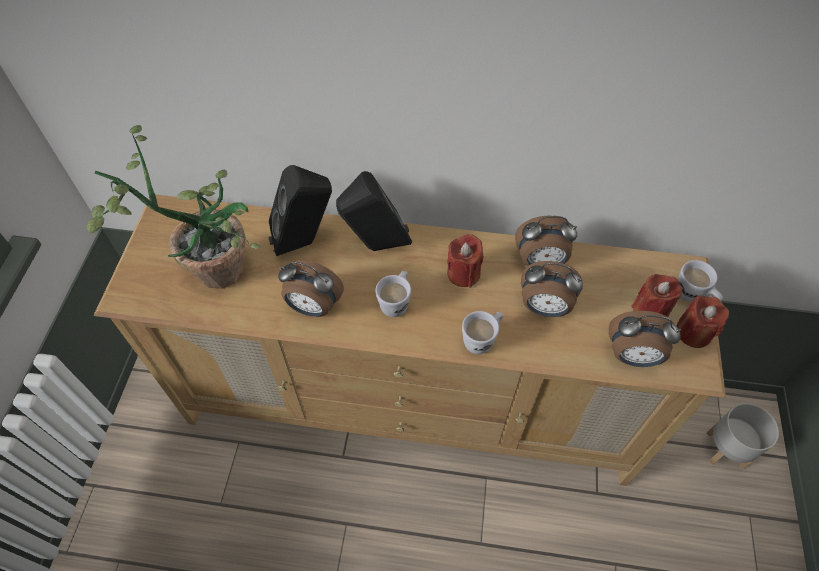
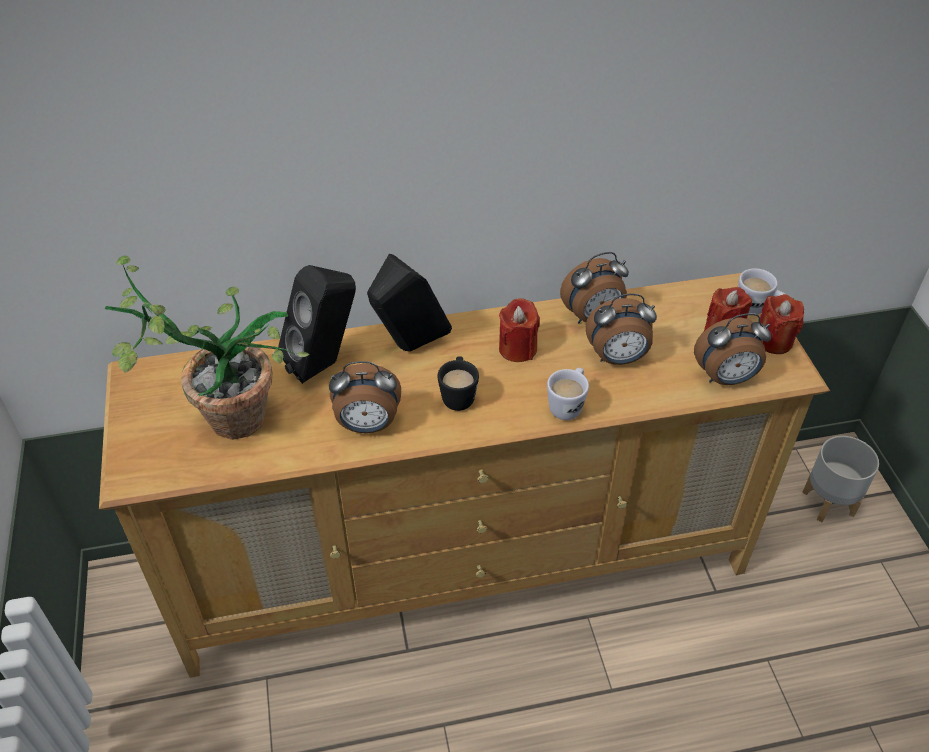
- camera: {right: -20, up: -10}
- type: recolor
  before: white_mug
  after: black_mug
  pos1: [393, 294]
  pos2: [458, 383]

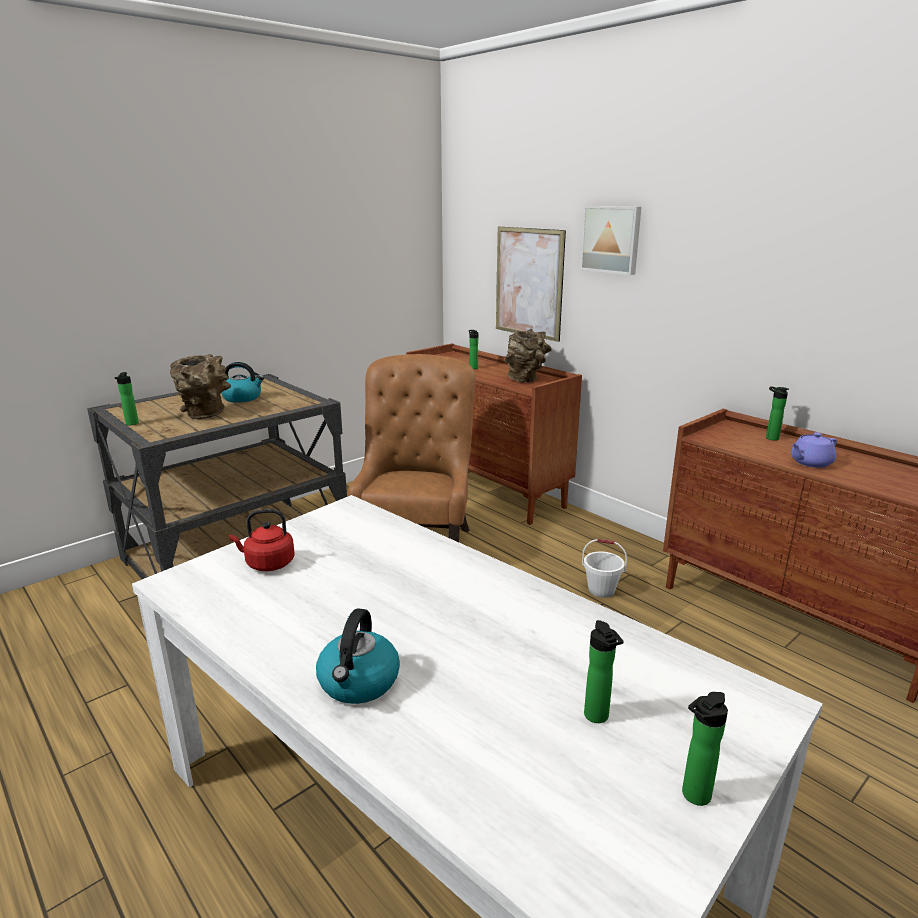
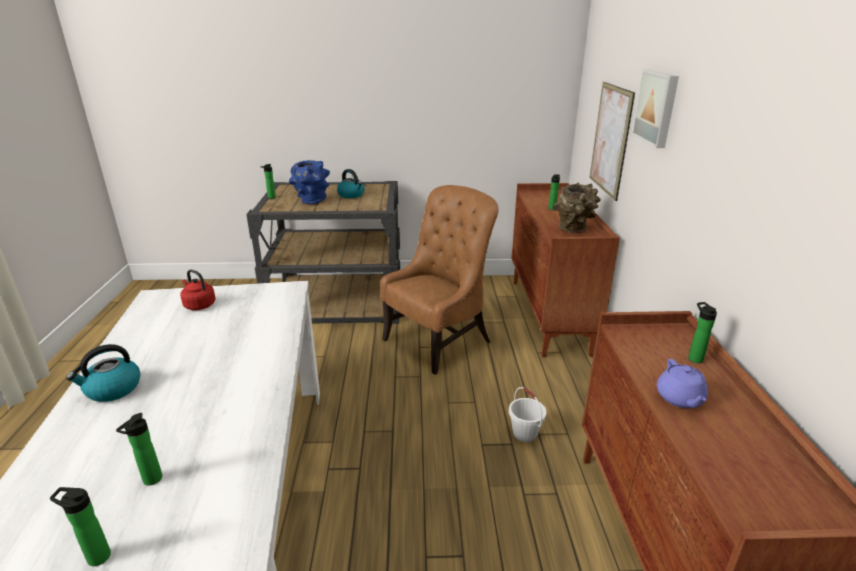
- camera: {right: 40, up: 5}
- type: recolor
  before: brown_vase
  after: blue_vase
  pos1: [200, 386]
  pos2: [309, 182]
- type: rotate
  before: purple_teapot
  pos1: [814, 450]
  pos2: [682, 383]
  turn: -105

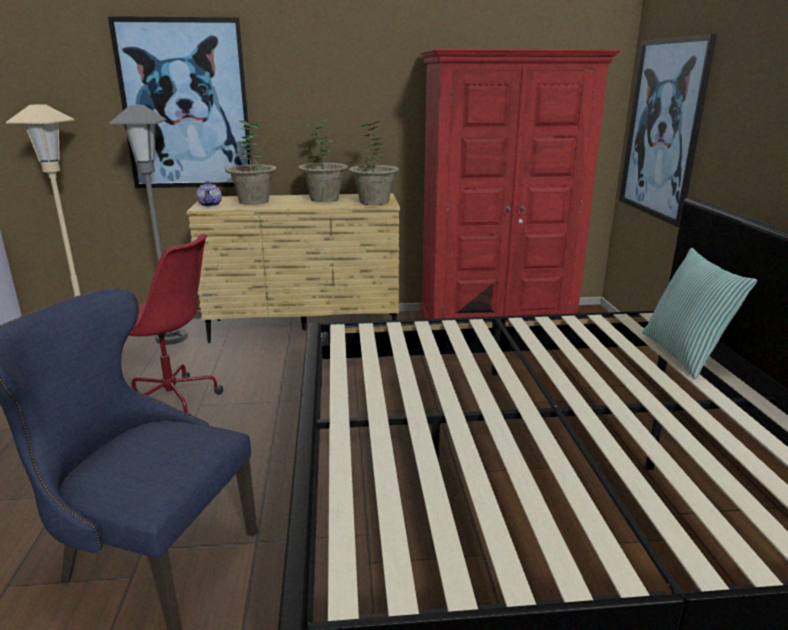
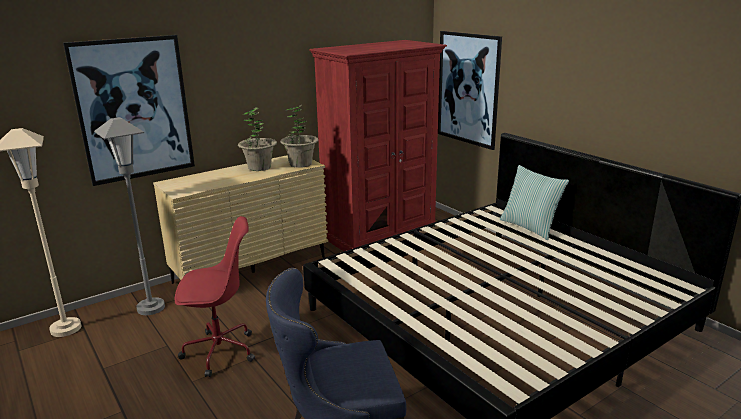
- camera: {right: -30, up: 0}
- type: delete
  before: teapot
  pos1: [209, 194]
- type: delete
  before: potted_plant
  pos1: [251, 163]

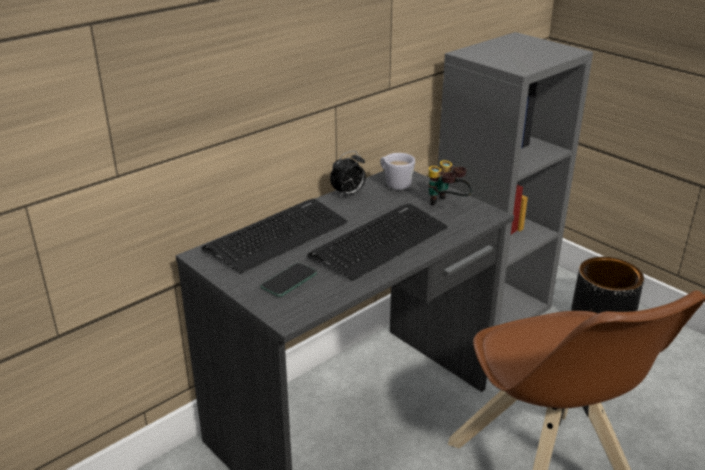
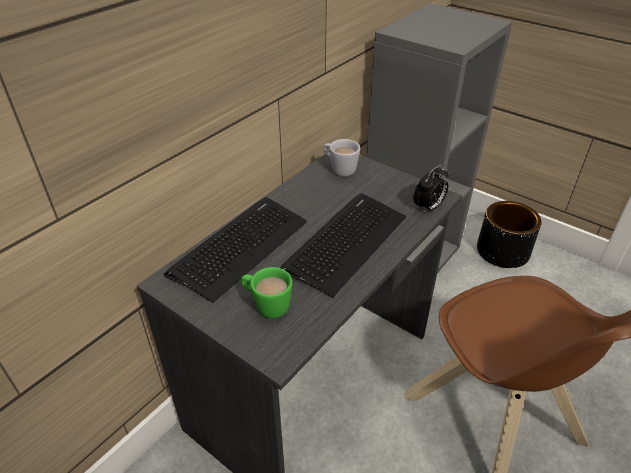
- camera: {right: -10, up: 10}
- type: delete
  before: binoculars
  pos1: [450, 182]
- type: move
  before: alarm_clock
  pos1: [348, 174]
  pos2: [431, 189]
- type: replace
  before: phone
  after: green_mug
  pos1: [289, 280]
  pos2: [267, 292]

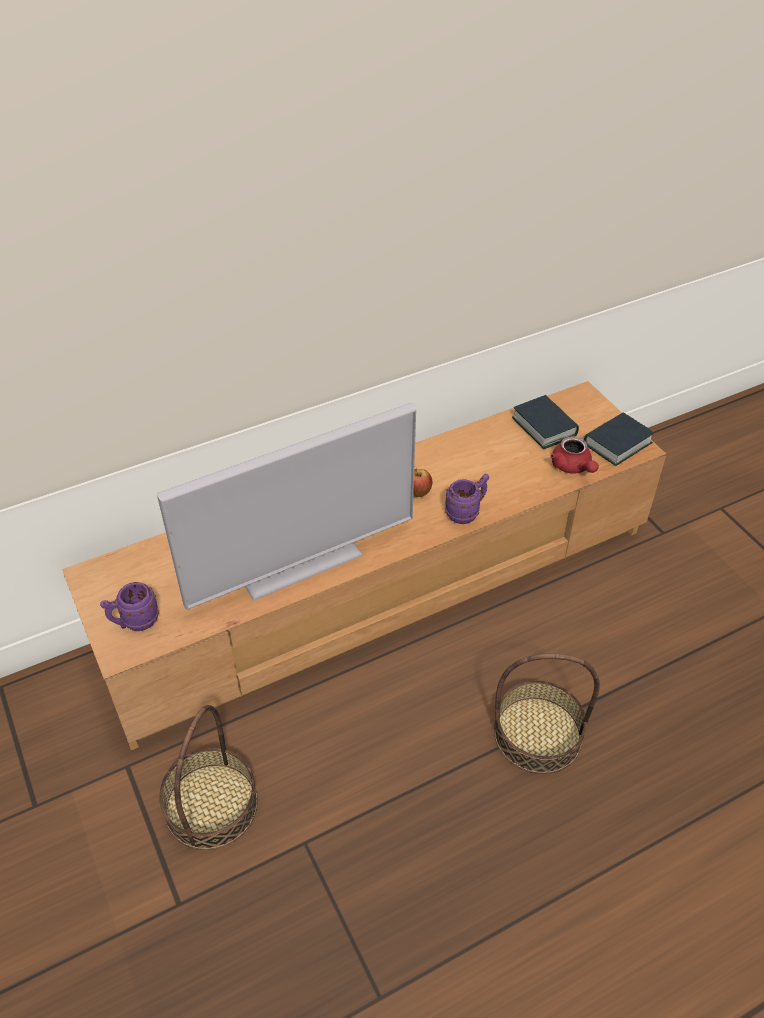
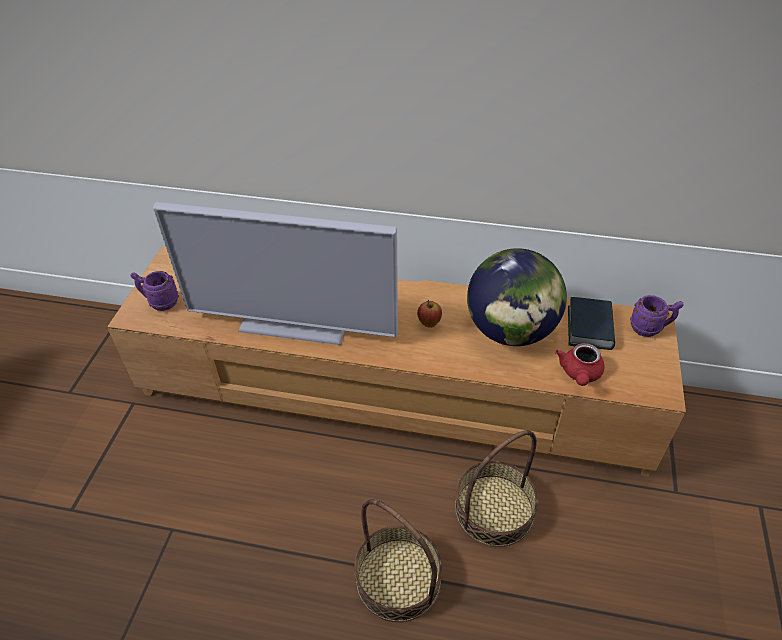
- camera: {right: 40, up: 0}
- type: delete
  before: book
  pos1: [619, 439]
- type: insert
  after: globe
  pos2: [517, 297]
- type: move
  before: basket
  pos1: [208, 777]
  pos2: [496, 488]
- type: move
  before: purple_mug
  pos1: [467, 499]
  pos2: [657, 316]

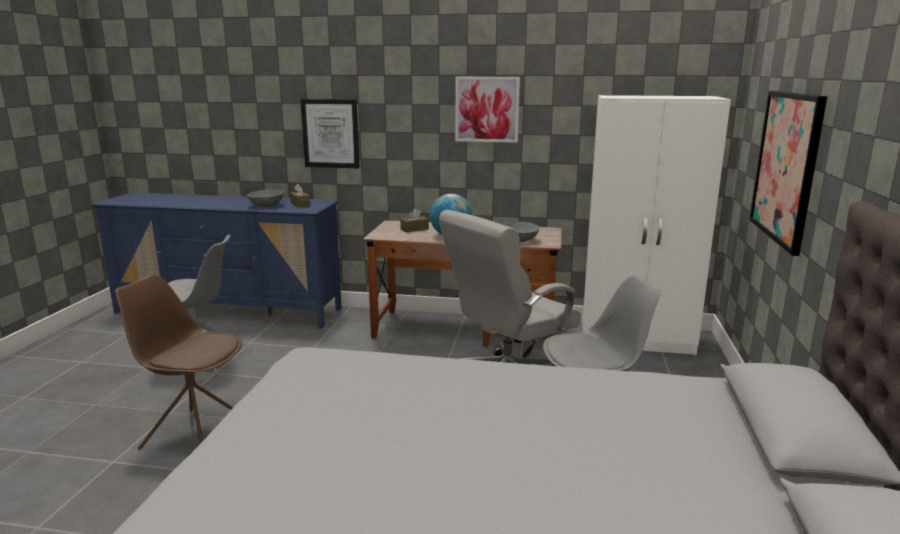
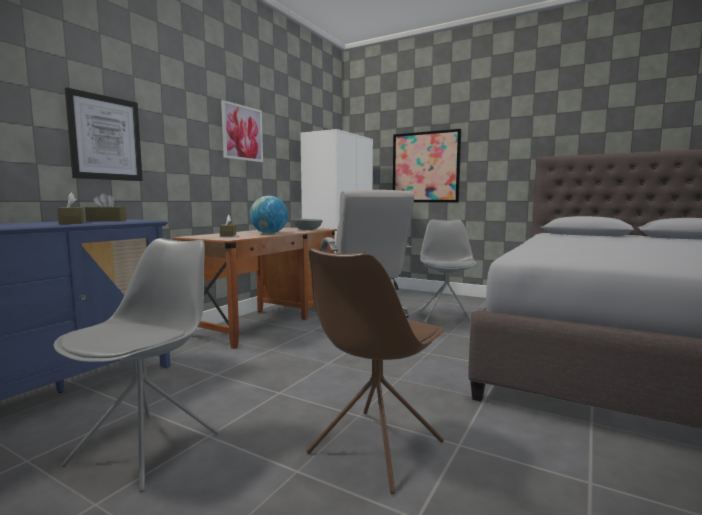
- camera: {right: -70, up: -10}
- type: replace
  before: grey_bowl
  after: brown_tissue_box
  pos1: [265, 198]
  pos2: [70, 208]

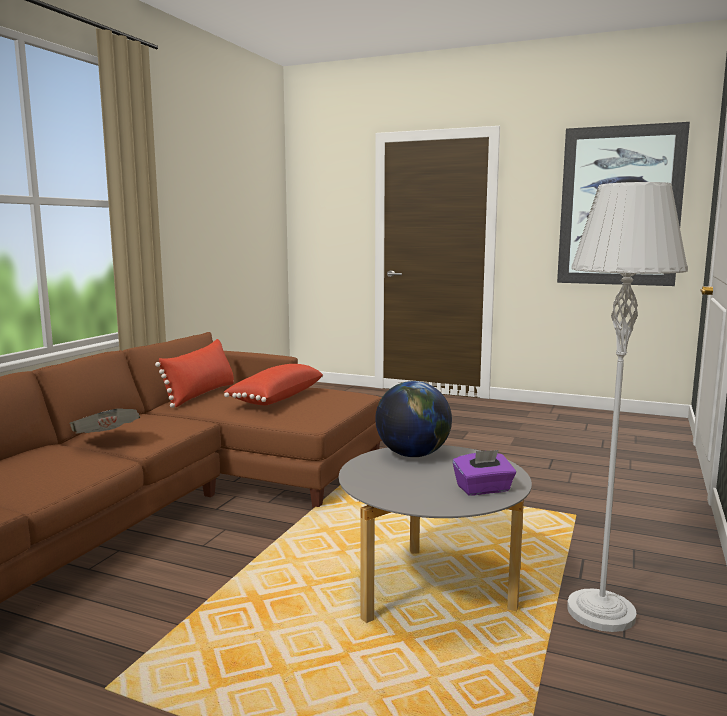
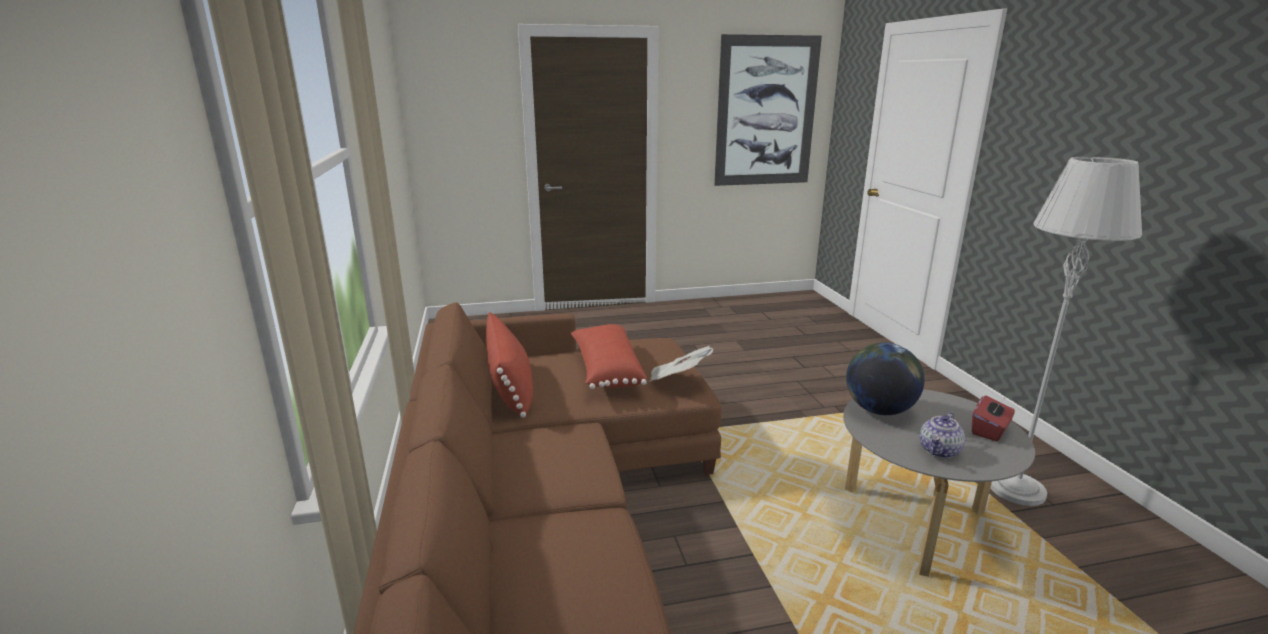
- camera: {right: -35, up: 10}
- type: insert
  after: teapot
  pos2: [942, 435]
- type: move
  before: newspaper
  pos1: [105, 421]
  pos2: [681, 364]
- type: recolor
  before: purple_tissue_box
  after: red_tissue_box
  pos1: [484, 473]
  pos2: [993, 419]

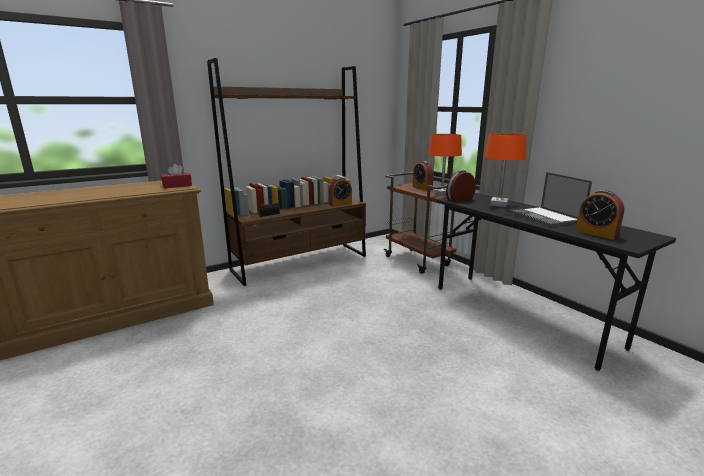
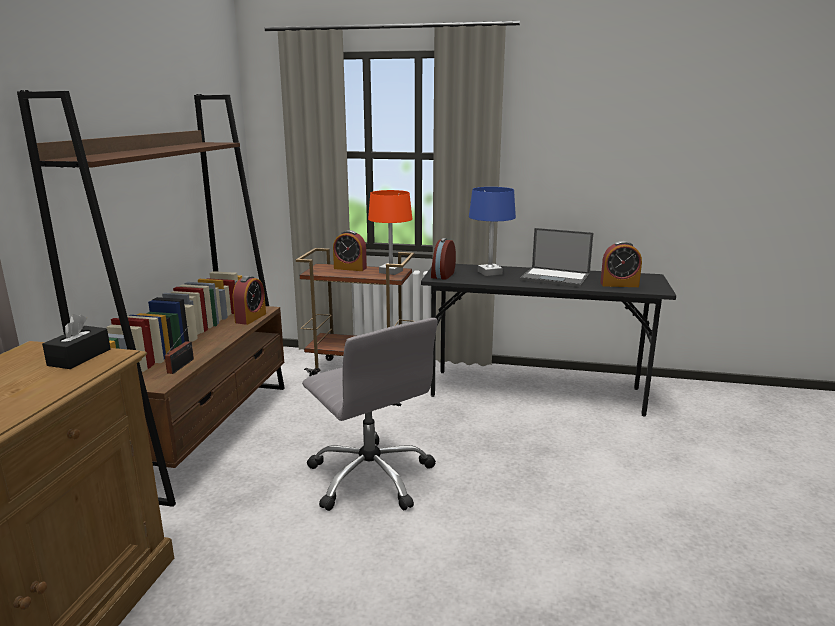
- camera: {right: -45, up: 0}
- type: insert
  after: grey_office_chair
  pos2: [370, 414]
- type: recolor
  before: red_tissue_box
  after: black_tissue_box
  pos1: [176, 175]
  pos2: [76, 341]
- type: recolor
  before: orange_table_lamp
  after: blue_table_lamp
  pos1: [505, 170]
  pos2: [492, 231]

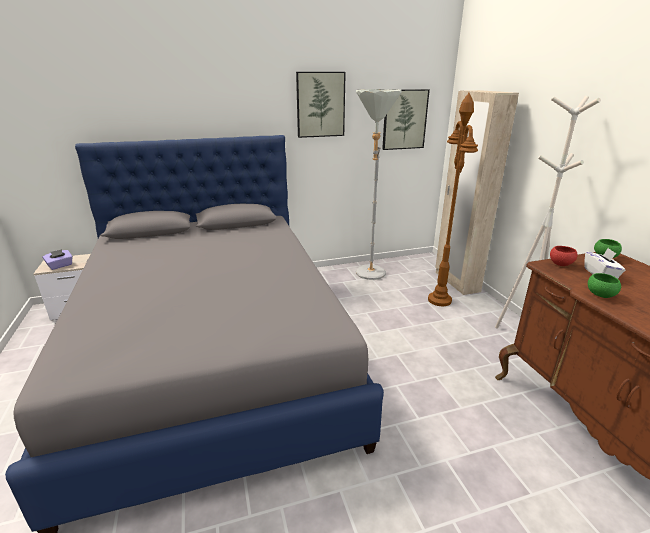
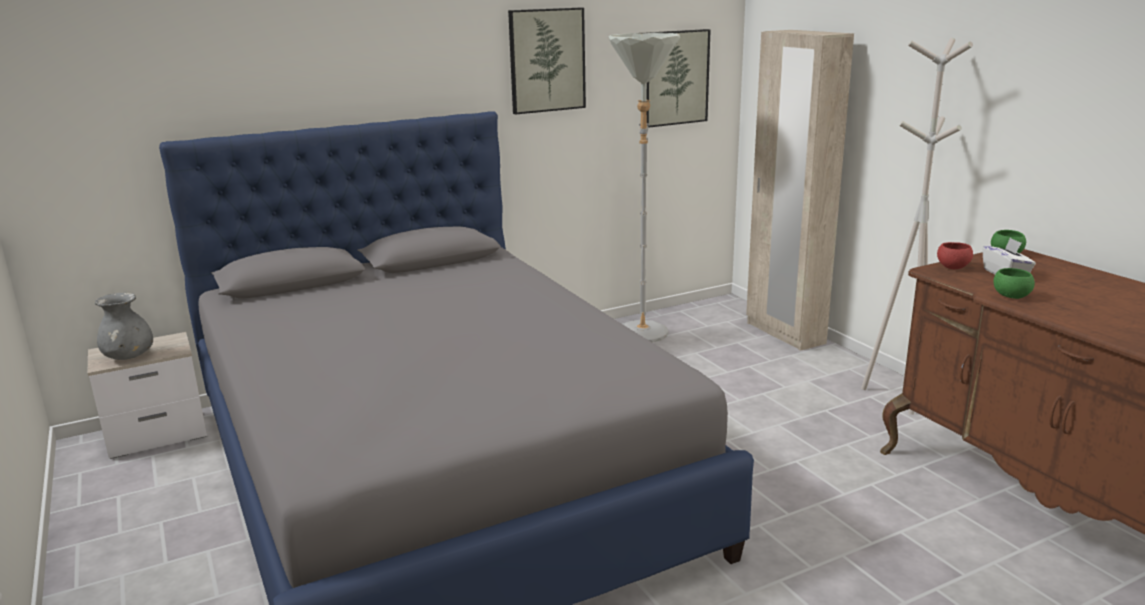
- camera: {right: -10, up: -5}
- type: delete
  before: brown_floor_lamp
  pos1: [453, 199]
- type: replace
  before: purple_tissue_box
  after: grey_vase
  pos1: [58, 259]
  pos2: [124, 326]

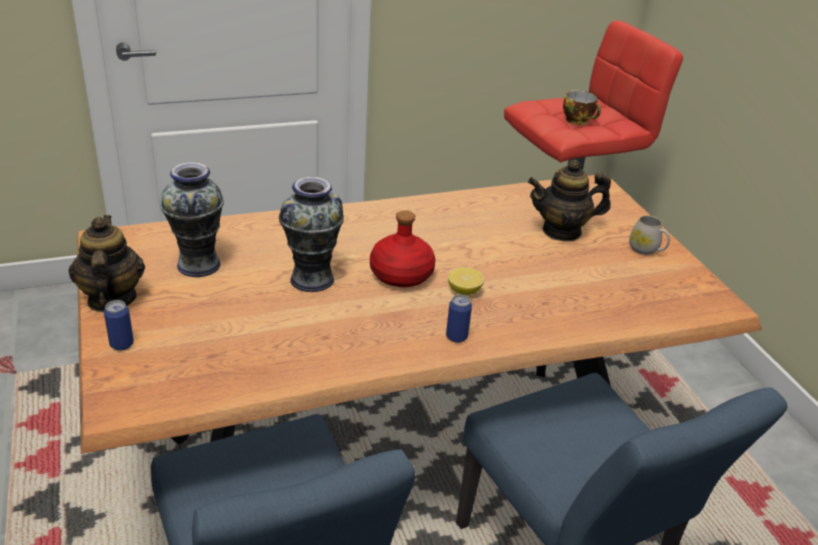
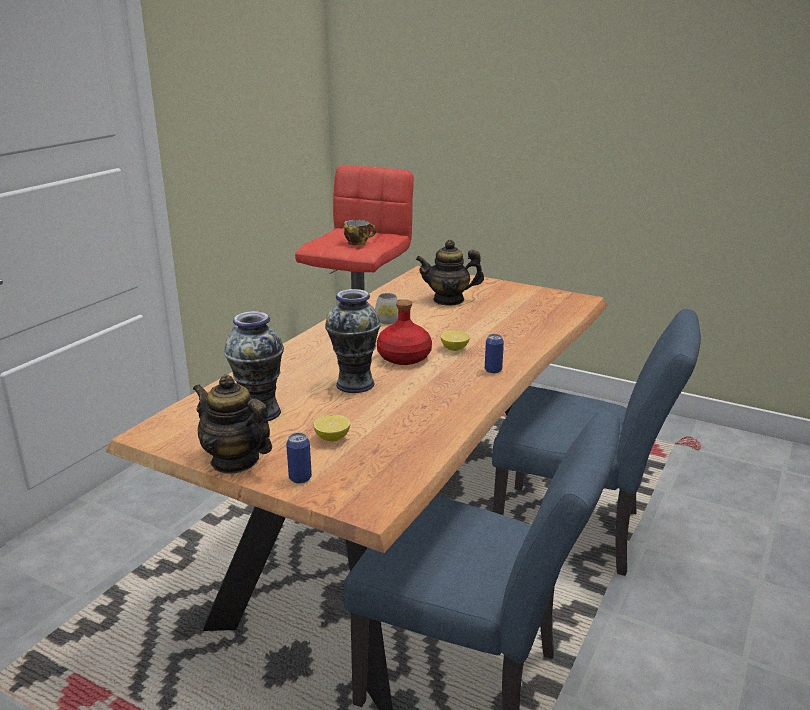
- camera: {right: -40, up: -10}
- type: insert
  after: lemon
  pos2: [332, 428]
- type: move
  before: white_mug
  pos1: [649, 235]
  pos2: [389, 308]
- type: rotate
  before: teapot
  pos1: [569, 201]
  pos2: [450, 273]
  turn: 45

